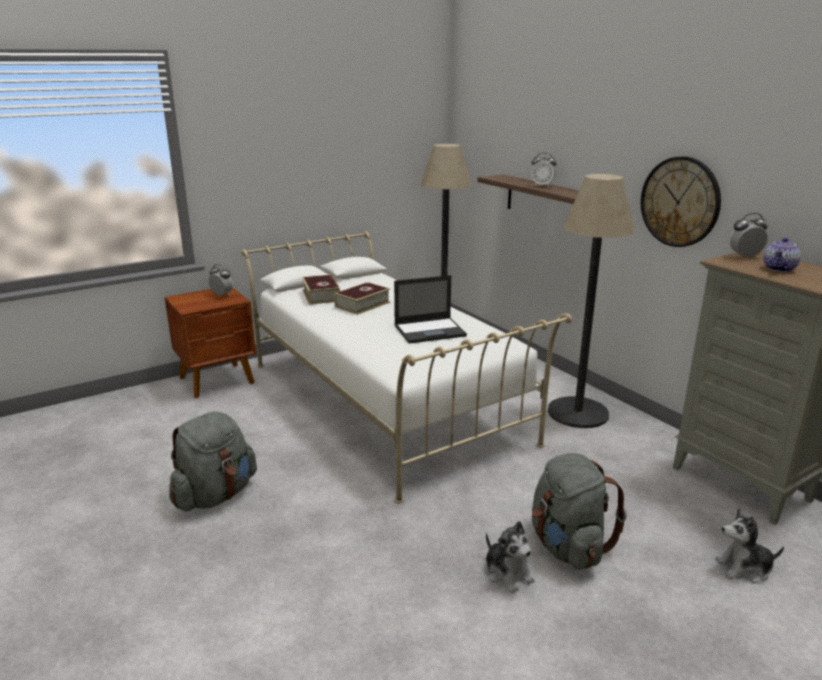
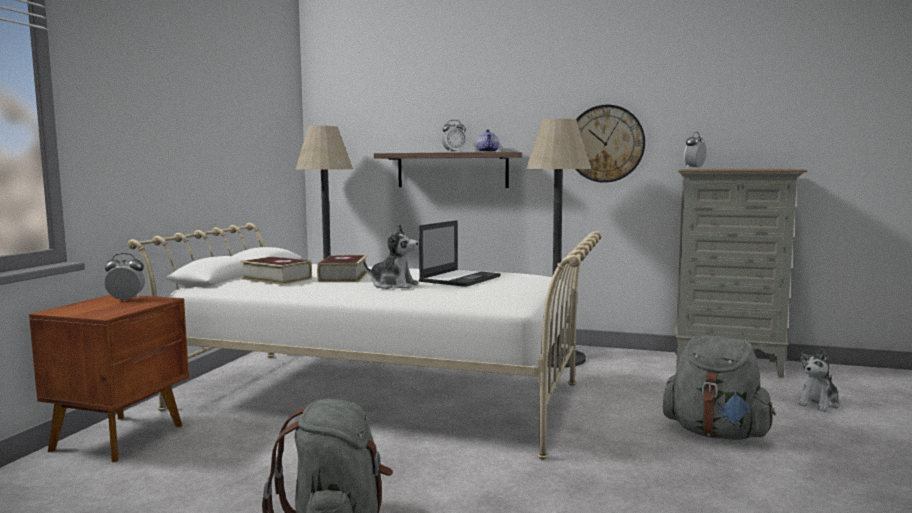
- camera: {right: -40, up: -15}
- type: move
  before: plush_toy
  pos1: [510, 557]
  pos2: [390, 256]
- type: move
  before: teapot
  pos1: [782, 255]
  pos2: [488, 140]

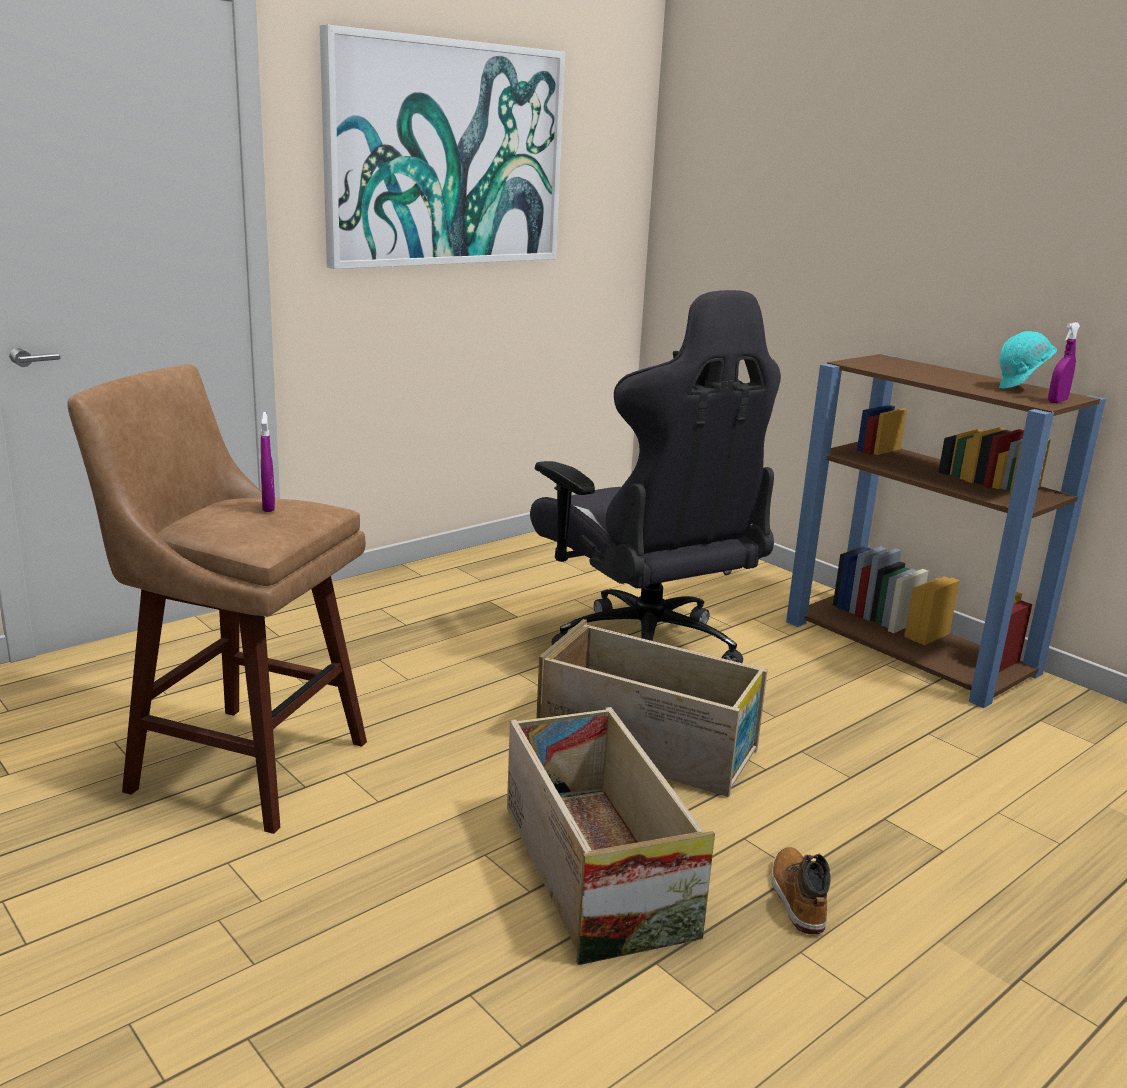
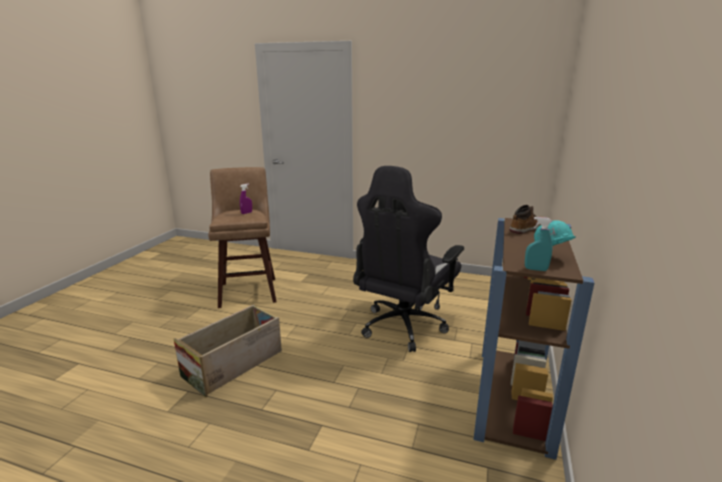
- camera: {right: 60, up: 0}
- type: delete
  before: picture
  pos1: [442, 147]
- type: delete
  before: crate
  pos1: [652, 708]
- type: move
  before: boot
  pos1: [801, 890]
  pos2: [527, 219]
- type: recolor
  before: purple_spray_bottle
  after: turquoise_spray_bottle
  pos1: [1064, 362]
  pos2: [538, 244]

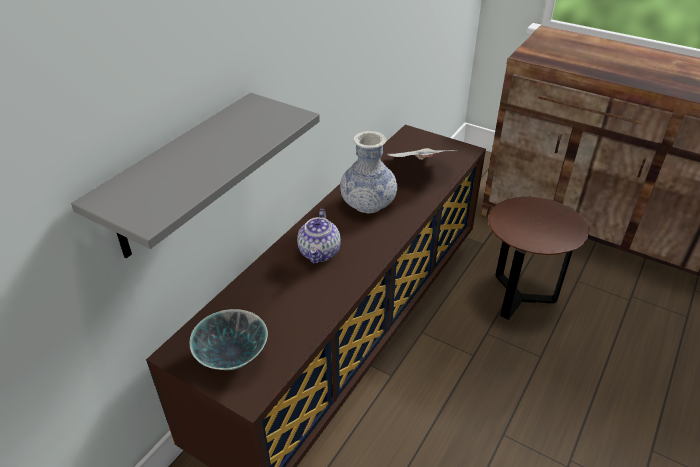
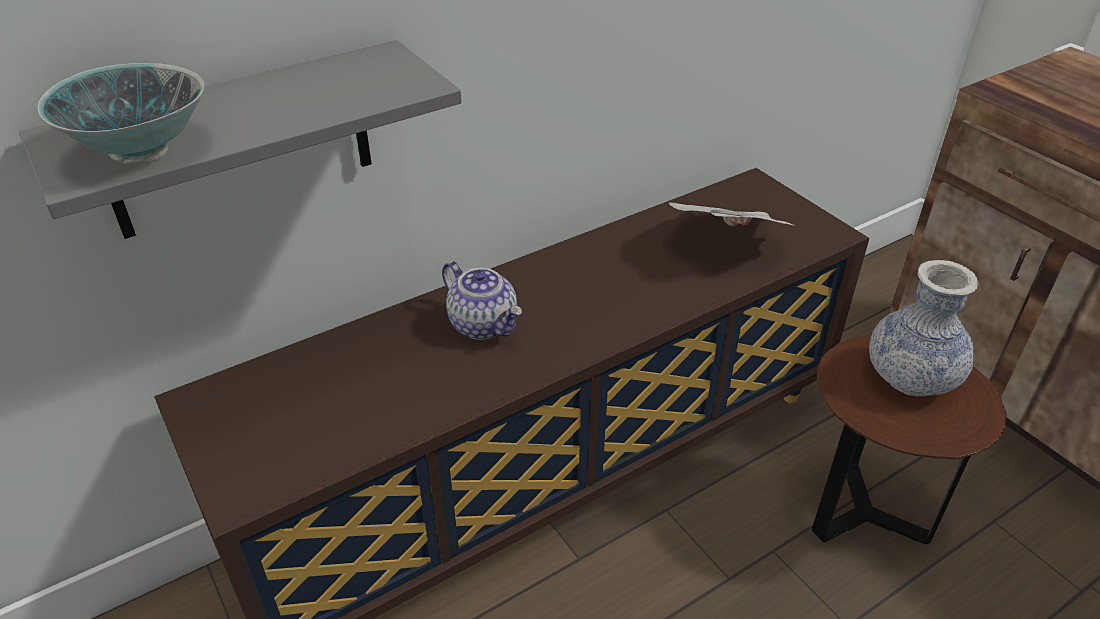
- camera: {right: 25, up: 0}
- type: move
  before: bowl
  pos1: [229, 339]
  pos2: [121, 113]
- type: move
  before: vase
  pos1: [368, 172]
  pos2: [924, 328]
- type: rotate
  before: teapot
  pos1: [319, 236]
  pos2: [482, 300]
  turn: -75

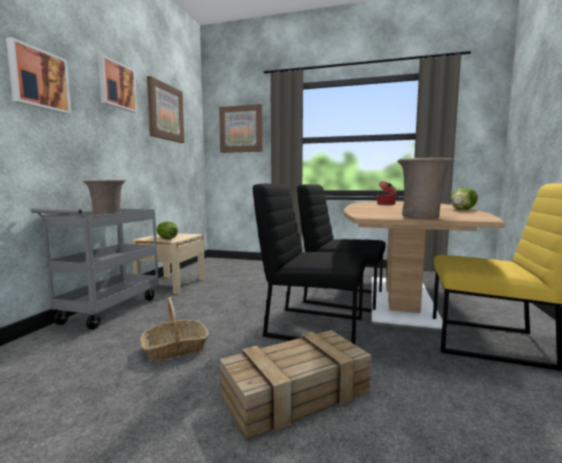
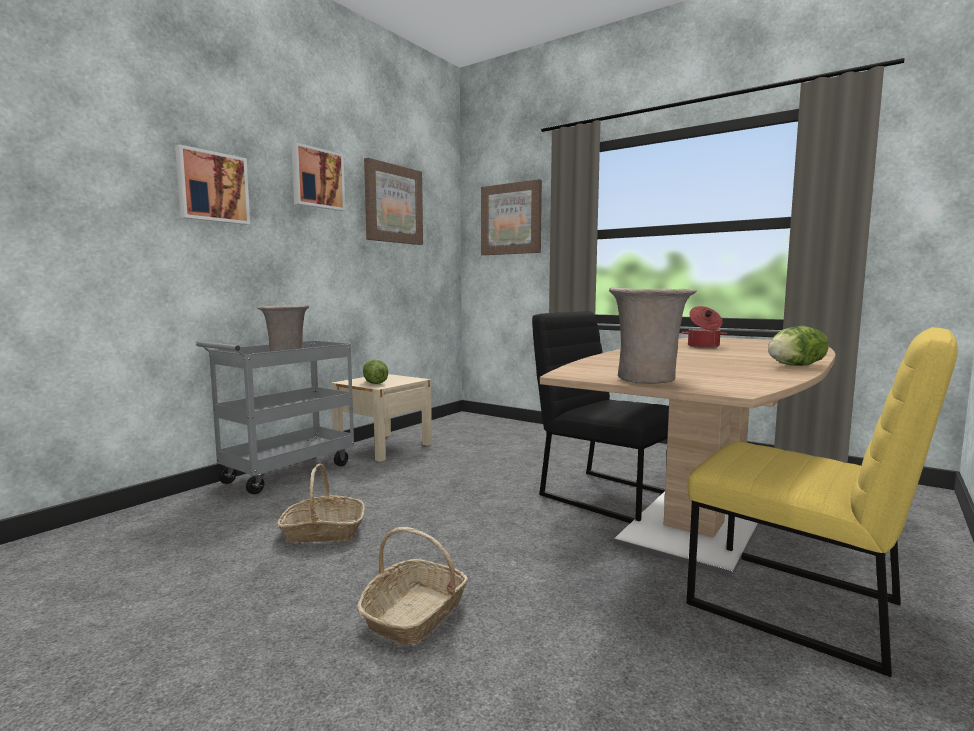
- camera: {right: 20, up: 0}
- type: delete
  before: black_chair
  pos1: [309, 264]
- type: replace
  before: crate
  after: basket
  pos1: [295, 385]
  pos2: [412, 586]

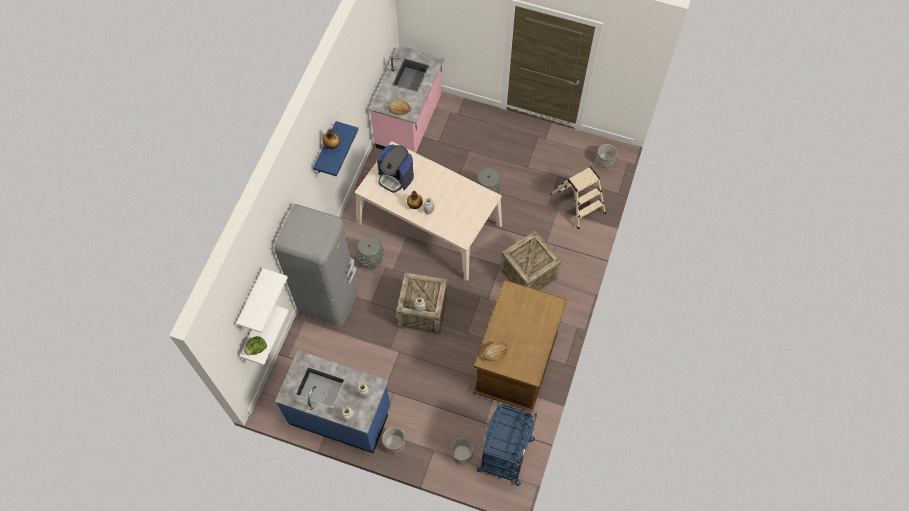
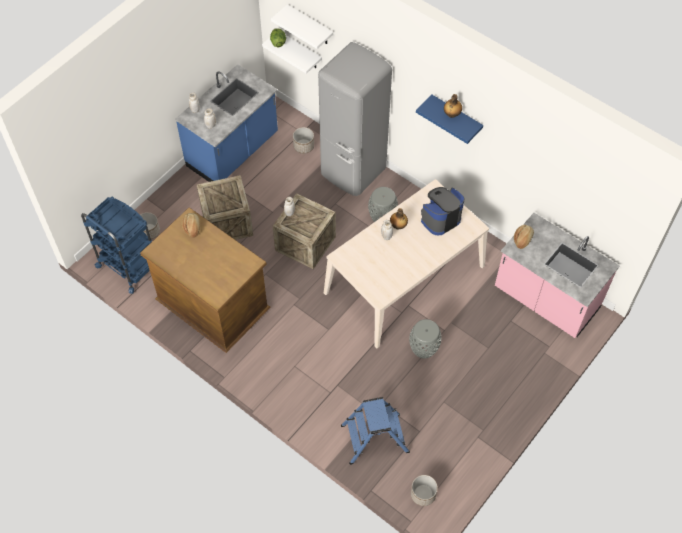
- camera: {right: 110, up: -5}
- type: move
  before: planter
  pos1: [394, 440]
  pos2: [303, 140]
- type: move
  before: crate
  pos1: [530, 261]
  pos2: [225, 207]
- type: recolor
  before: beige_step_ladder
  after: blue_step_ladder
  pos1: [578, 197]
  pos2: [375, 431]

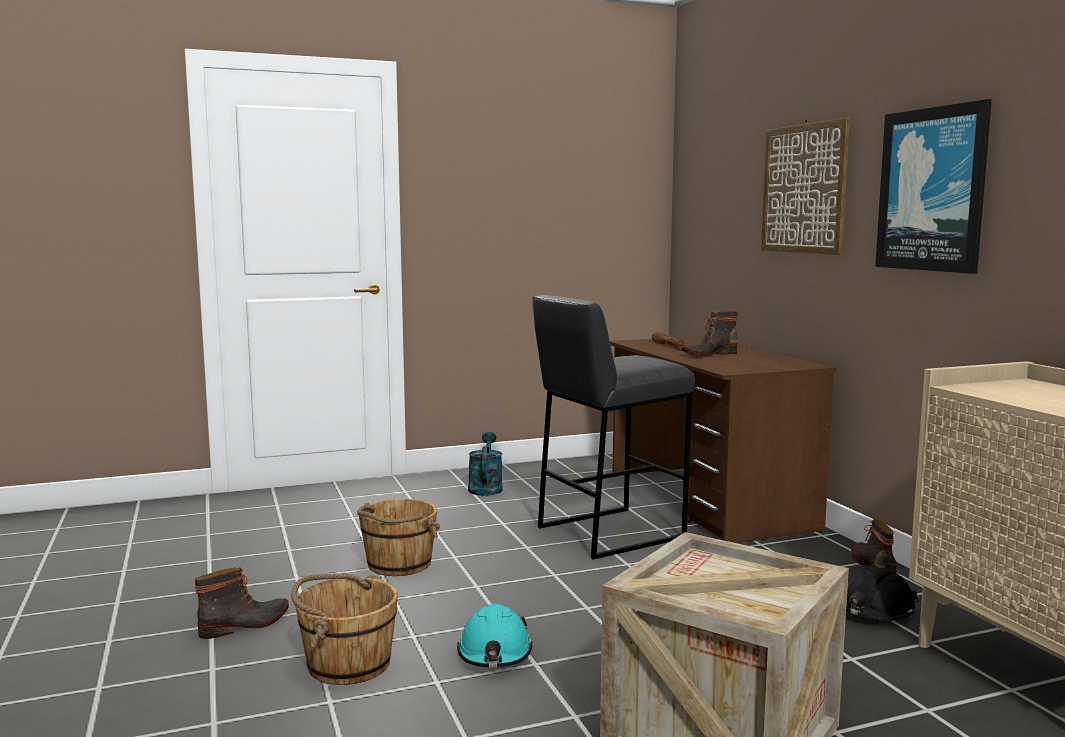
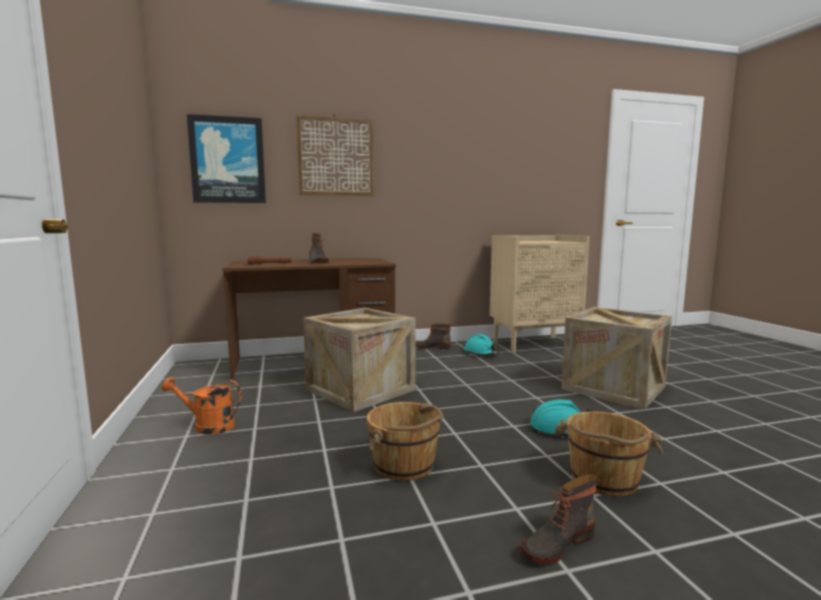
- camera: {right: -85, up: 0}
- type: move
  before: picture
  pos1: [933, 186]
  pos2: [226, 158]
- type: replace
  before: grey_stool
  after: crate
  pos1: [613, 427]
  pos2: [359, 360]
- type: recolor
  before: turquoise_watering_can
  after: orange_watering_can
  pos1: [485, 464]
  pos2: [202, 406]
- type: recolor
  before: black_hard_hat
  after: turquoise_hard_hat
  pos1: [882, 594]
  pos2: [481, 344]
- type: rotate
  before: boot
  pos1: [241, 603]
  pos2: [558, 519]
  turn: -90

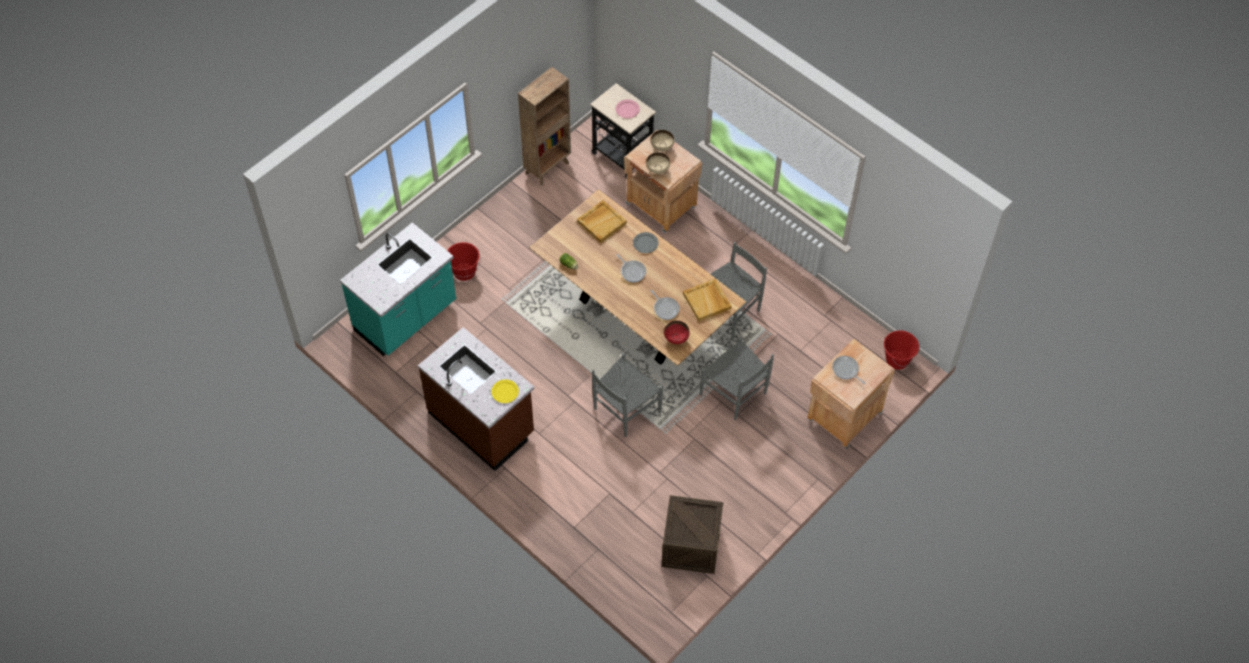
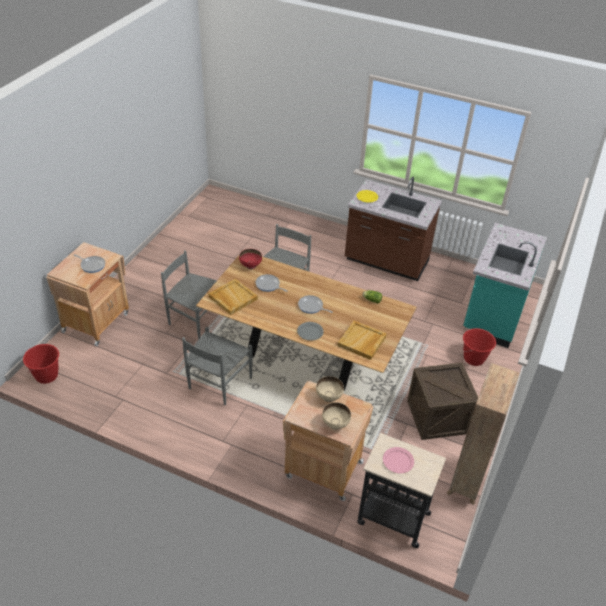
- camera: {right: 160, up: -15}
- type: move
  before: crate
  pos1: [692, 534]
  pos2: [442, 401]

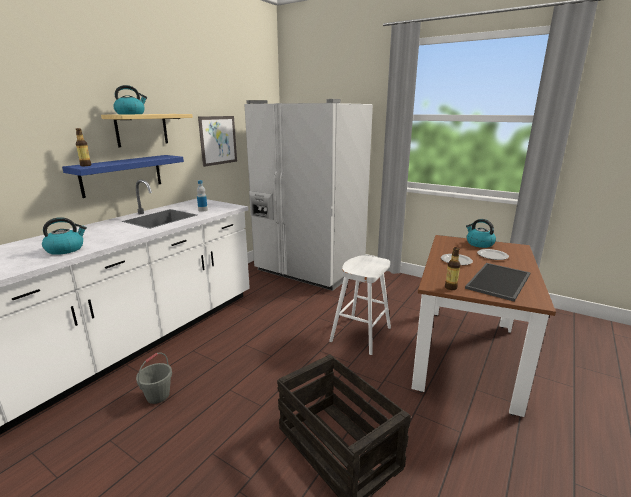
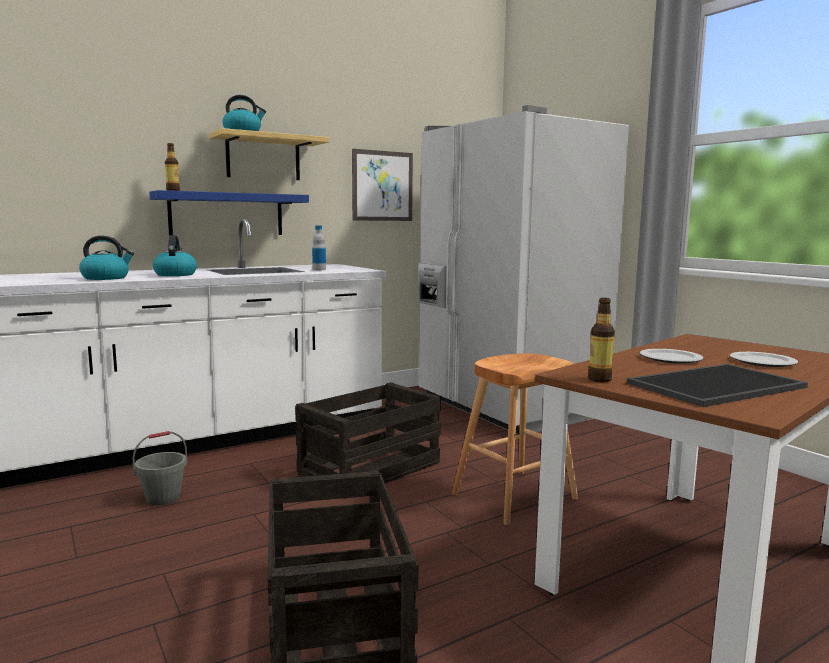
- camera: {right: 25, up: -10}
- type: insert
  after: crate
  pos2: [368, 440]
- type: move
  before: kettle
  pos1: [481, 233]
  pos2: [175, 255]
- type: recolor
  before: white_stool
  after: brown_stool
  pos1: [360, 305]
  pos2: [515, 439]

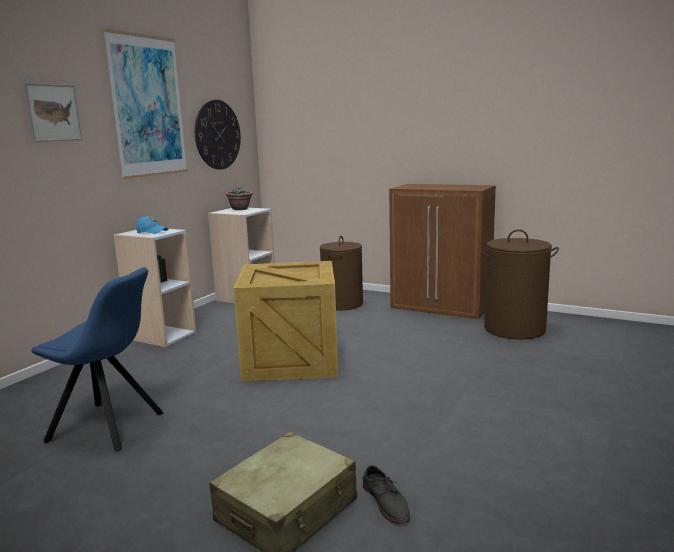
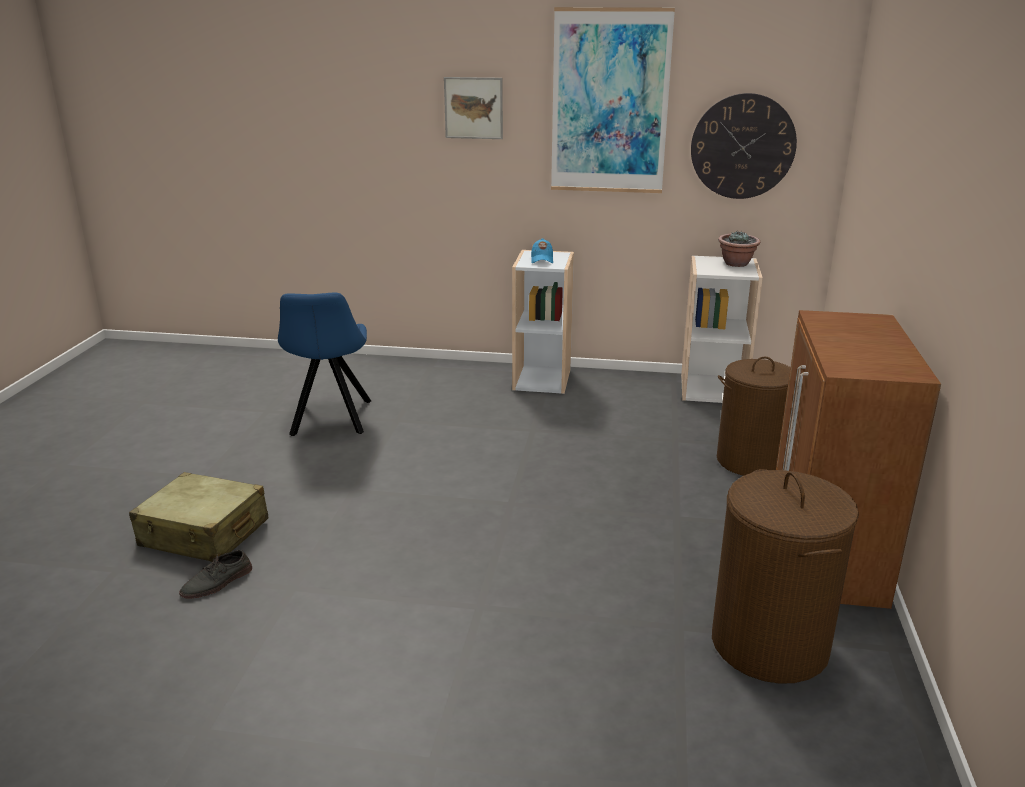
- camera: {right: 70, up: 10}
- type: delete
  before: crate
  pos1: [285, 321]

